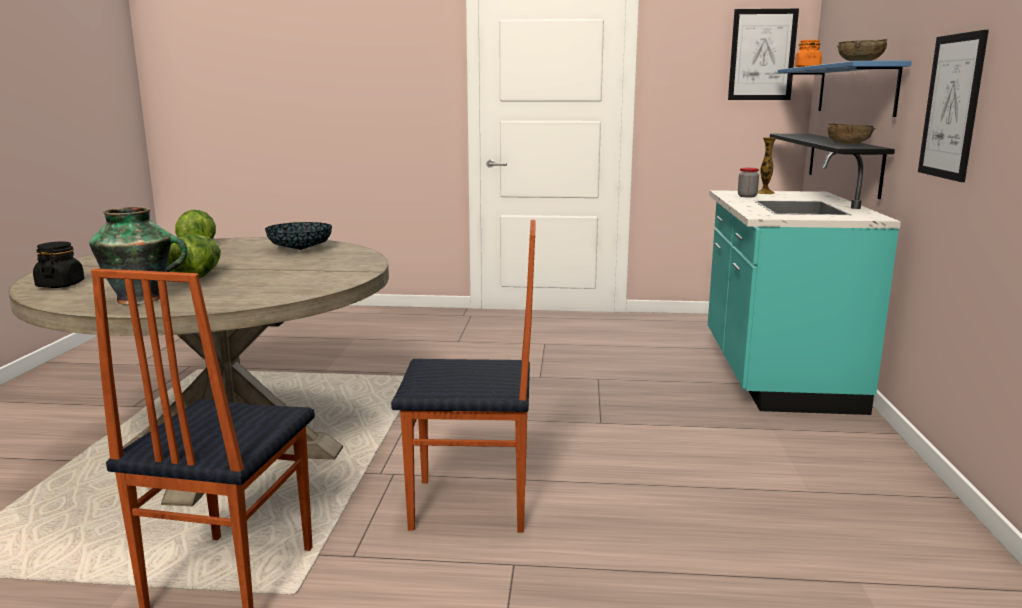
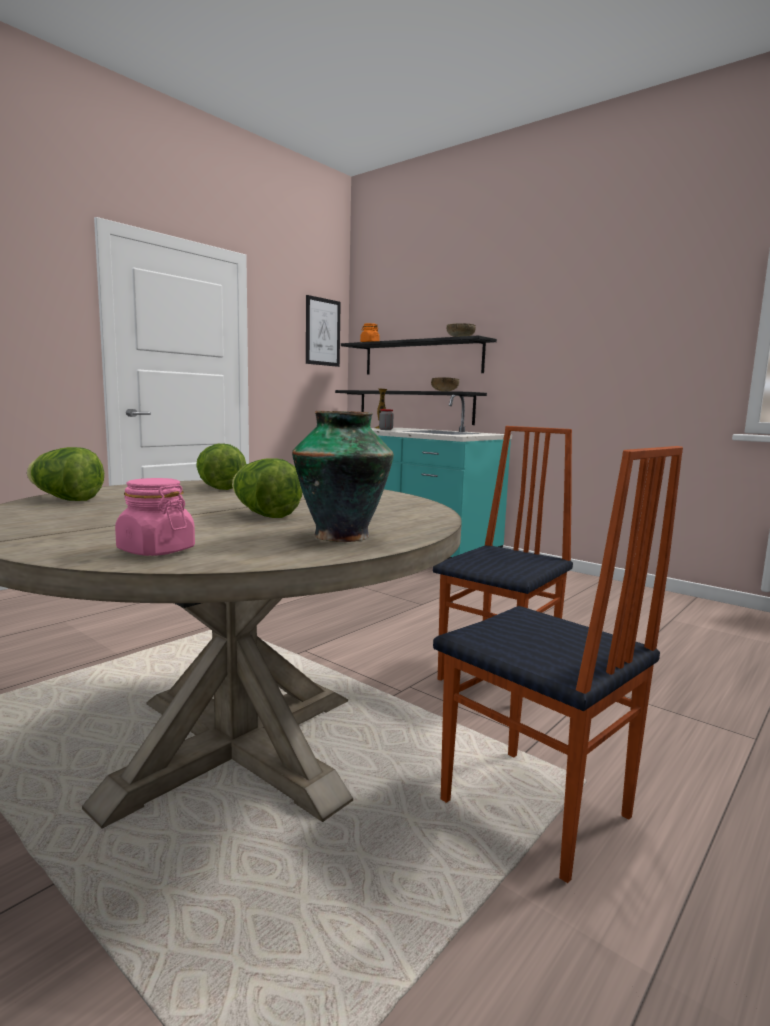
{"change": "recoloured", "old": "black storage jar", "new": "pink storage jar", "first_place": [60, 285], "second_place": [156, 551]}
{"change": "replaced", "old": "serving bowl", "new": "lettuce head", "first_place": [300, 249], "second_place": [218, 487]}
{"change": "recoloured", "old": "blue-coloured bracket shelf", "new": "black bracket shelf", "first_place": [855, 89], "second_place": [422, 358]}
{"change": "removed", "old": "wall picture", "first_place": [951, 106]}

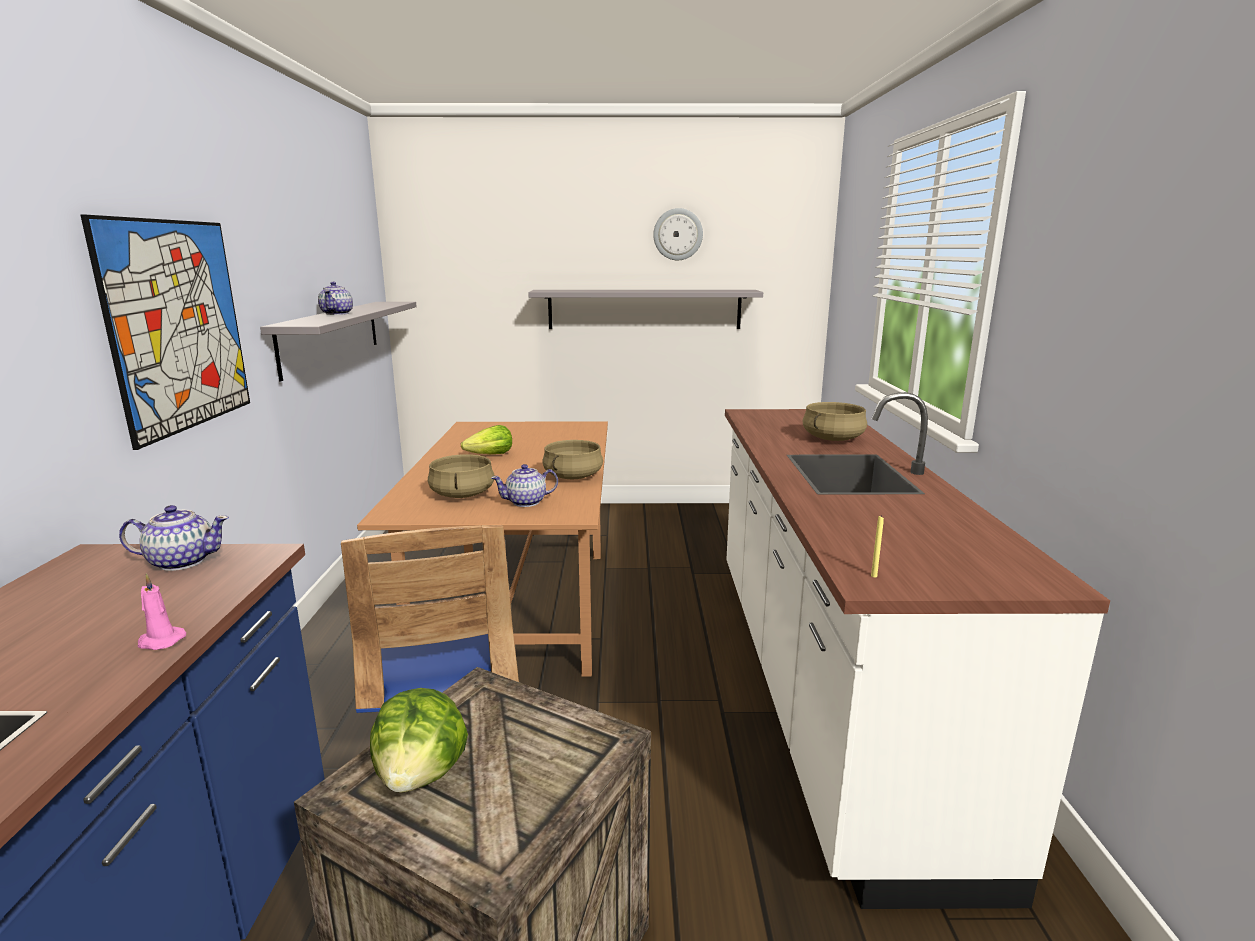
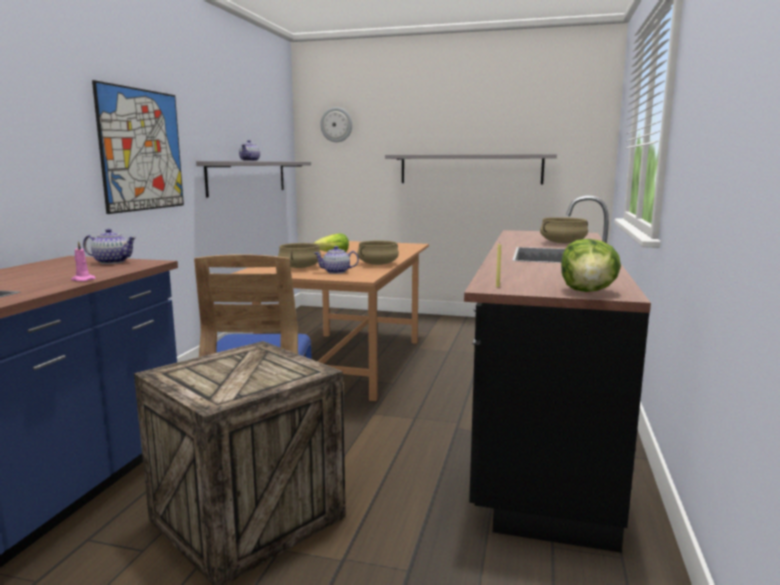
{"change": "moved", "old": "lettuce head", "first_place": [422, 774], "second_place": [588, 291]}
{"change": "moved", "old": "clock on the wall", "first_place": [678, 234], "second_place": [336, 124]}
{"change": "recoloured", "old": "whitish kitchen base unit", "new": "black kitchen base unit", "first_place": [823, 689], "second_place": [540, 426]}

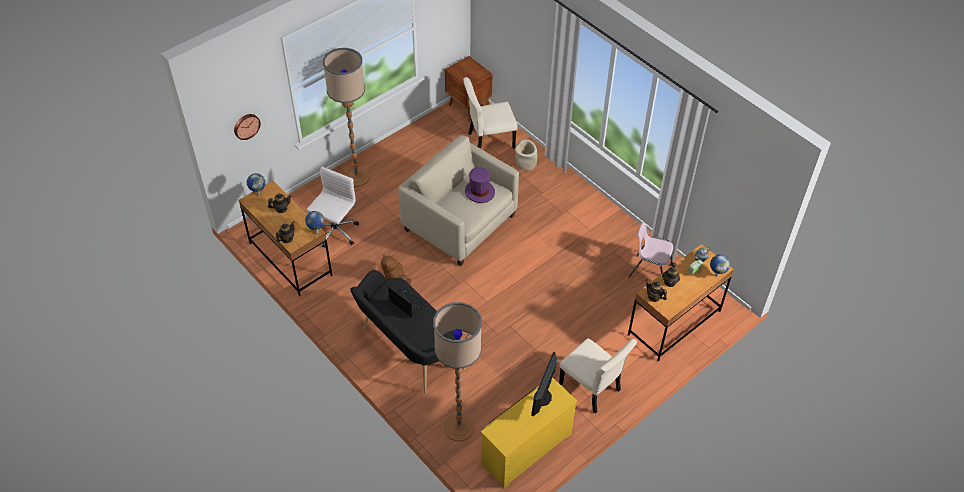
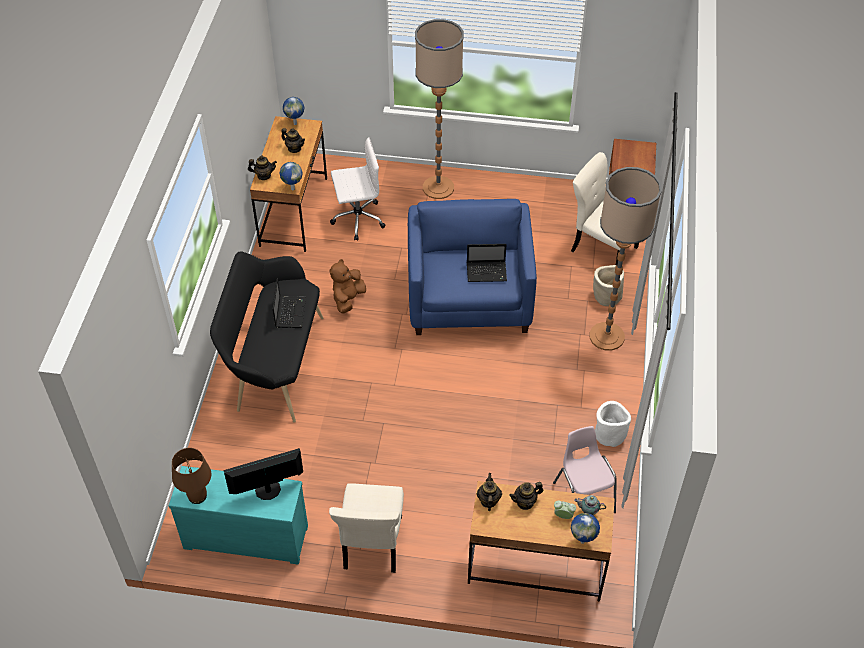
{"change": "removed", "old": "clock on the wall", "first_place": [246, 126]}
{"change": "recoloured", "old": "sand-coloured lounge chair", "new": "blue-coloured lounge chair", "first_place": [460, 223], "second_place": [469, 298]}
{"change": "moved", "old": "standing lamp", "first_place": [459, 427], "second_place": [607, 336]}
{"change": "replaced", "old": "purple-coloured wearable hat", "new": "portable computer", "first_place": [479, 192], "second_place": [487, 272]}
{"change": "recoloured", "old": "yellowish drawer chest", "new": "blue-green drawer chest", "first_place": [524, 447], "second_place": [246, 534]}
{"change": "added", "new": "brownish lamp for a table", "second_place": [197, 496]}
{"change": "added", "new": "whitish plant pot", "second_place": [610, 434]}

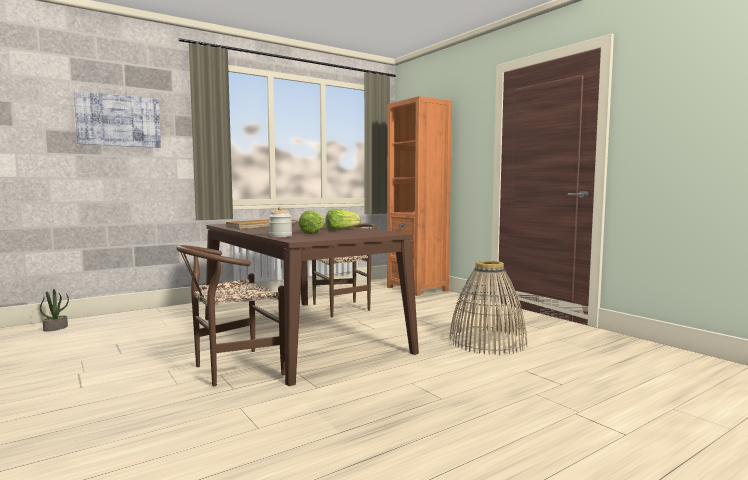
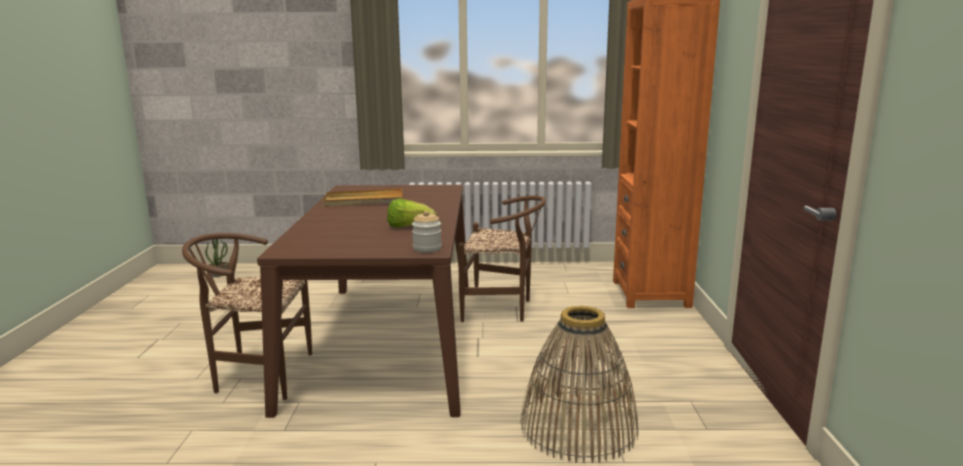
{"change": "removed", "old": "wall picture", "first_place": [119, 120]}
{"change": "moved", "old": "storage jar", "first_place": [280, 236], "second_place": [427, 248]}
{"change": "removed", "old": "lettuce head", "first_place": [312, 233]}

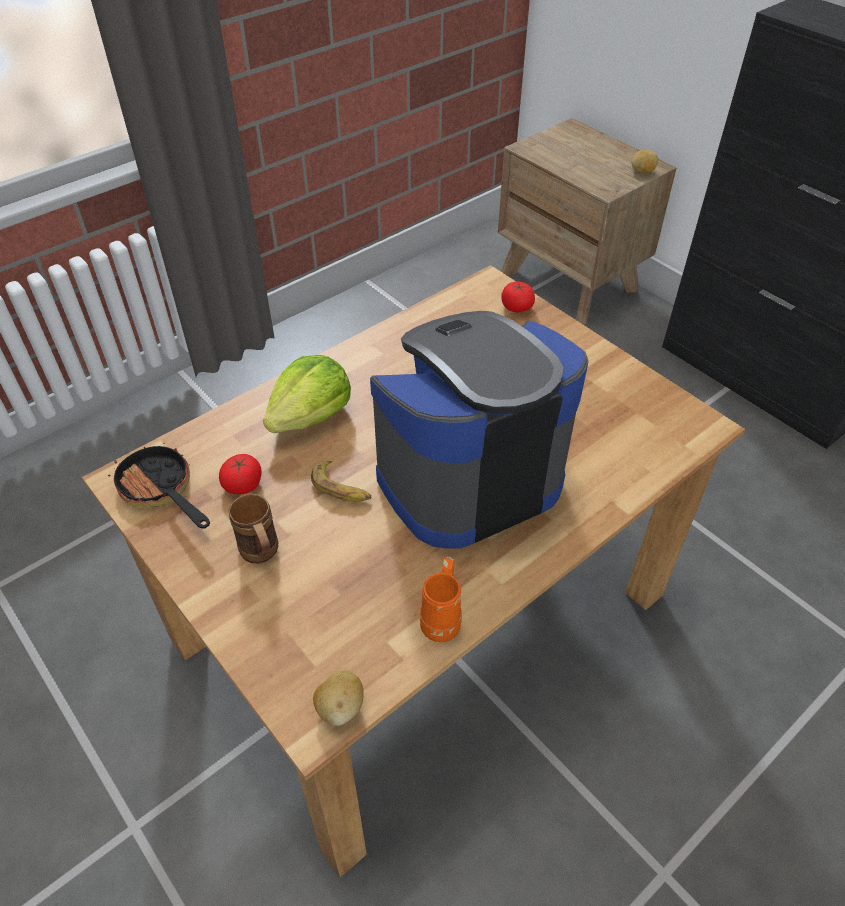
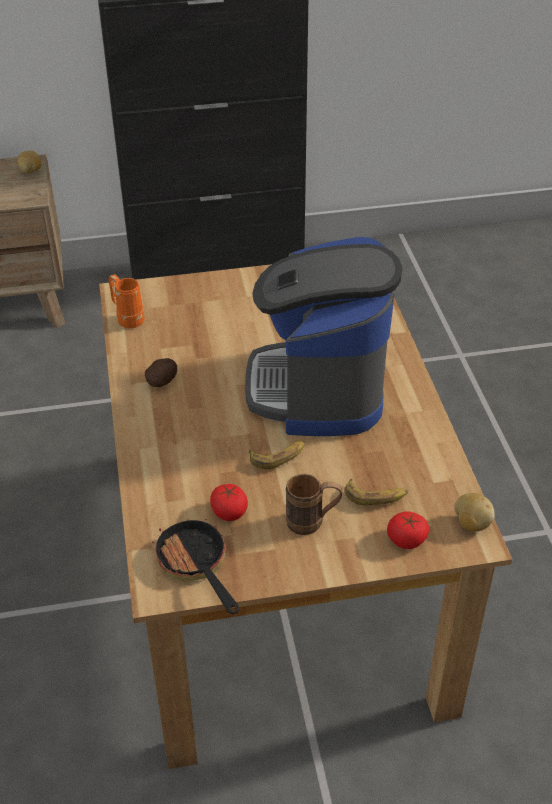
{"change": "turned", "old": "frying pan", "first_place": [161, 491], "second_place": [196, 565], "degrees": 75}
{"change": "removed", "old": "lettuce head", "first_place": [311, 416]}
{"change": "moved", "old": "orange-coloured tea mug", "first_place": [442, 617], "second_place": [127, 318]}
{"change": "moved", "old": "fresh tomato", "first_place": [516, 307], "second_place": [406, 539]}
{"change": "added", "new": "whole potato", "second_place": [163, 381]}
{"change": "added", "new": "banana fruit", "second_place": [375, 496]}

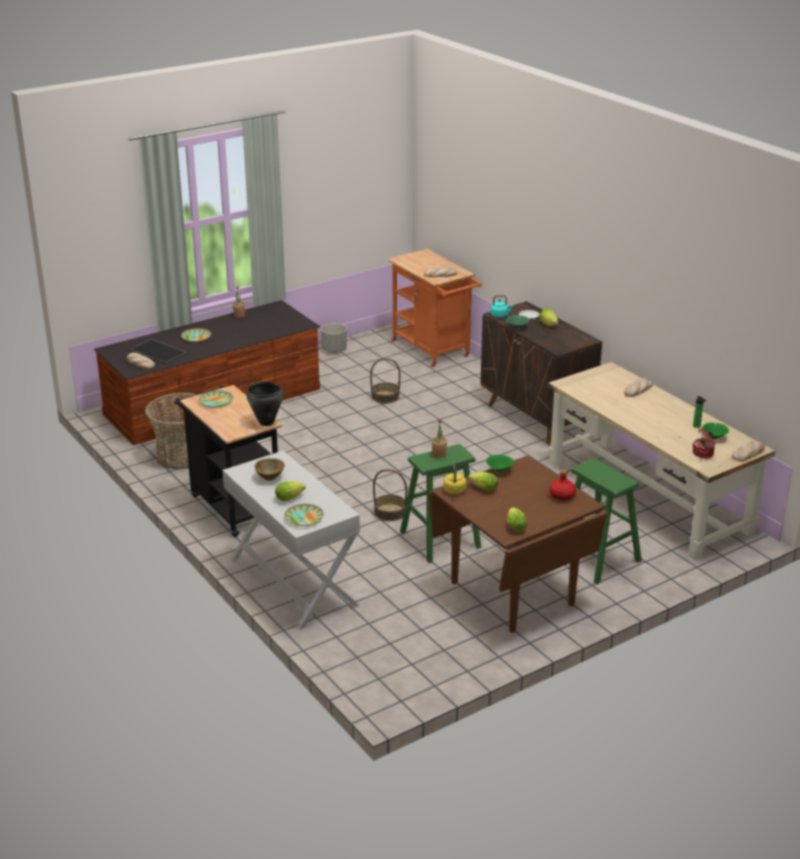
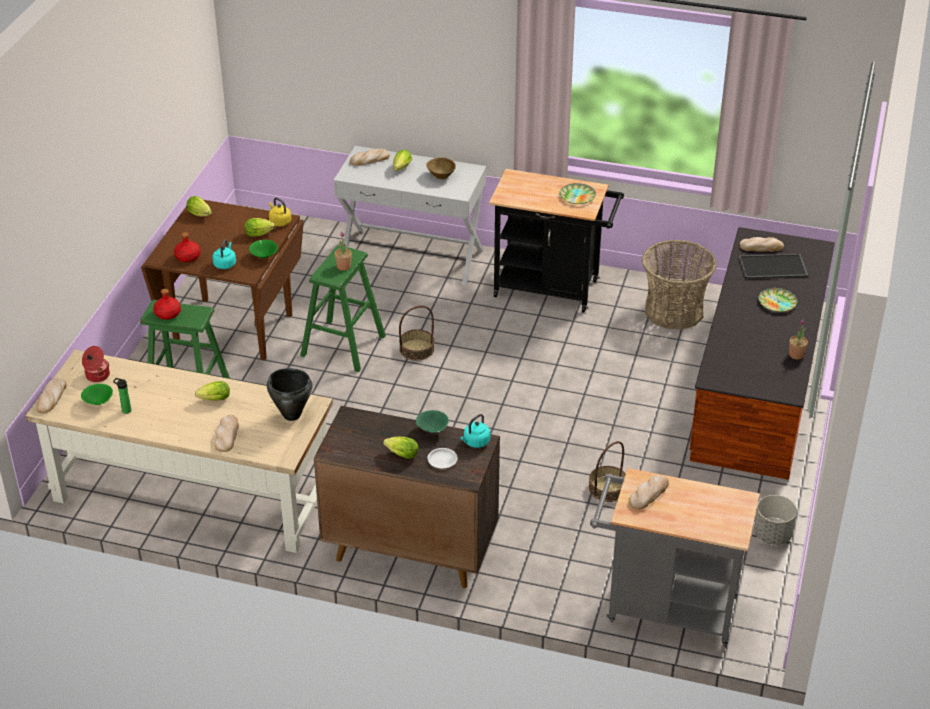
{"change": "moved", "old": "black cooking pot", "first_place": [266, 422], "second_place": [291, 415]}
{"change": "replaced", "old": "dinner plate", "new": "baked bread", "first_place": [303, 518], "second_place": [369, 159]}
{"change": "recoloured", "old": "orange-coloured wheeled cart", "new": "gray wheeled cart", "first_place": [433, 350], "second_place": [664, 608]}
{"change": "added", "new": "red beverage bottle", "second_place": [168, 313]}
{"change": "added", "new": "lettuce head", "second_place": [213, 399]}
{"change": "added", "new": "blue-green tea kettle", "second_place": [225, 264]}

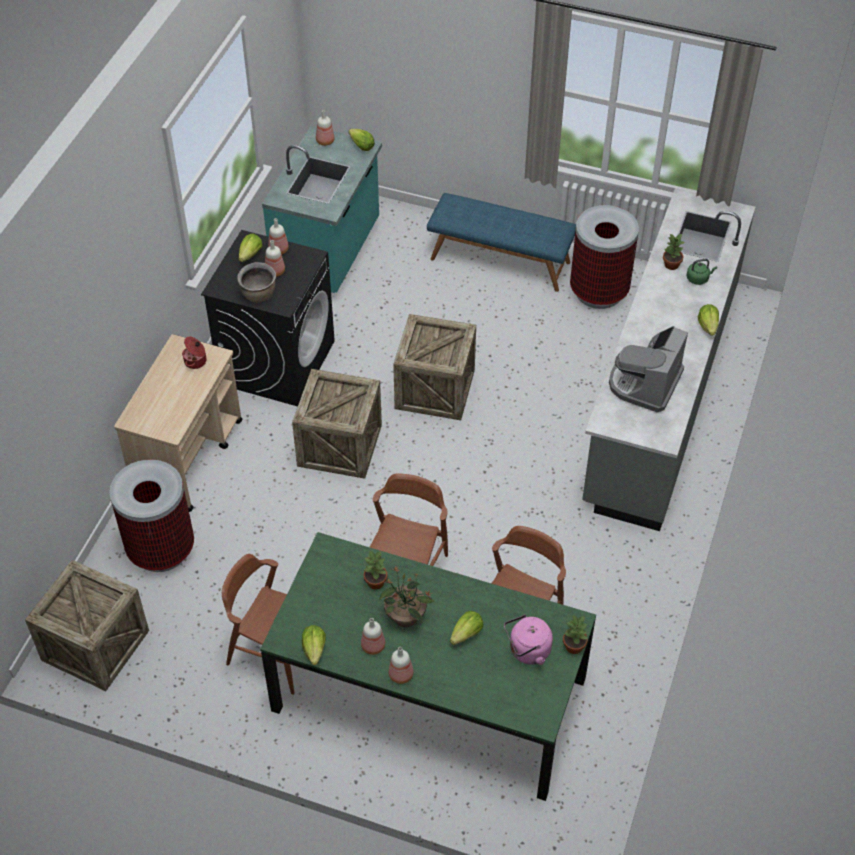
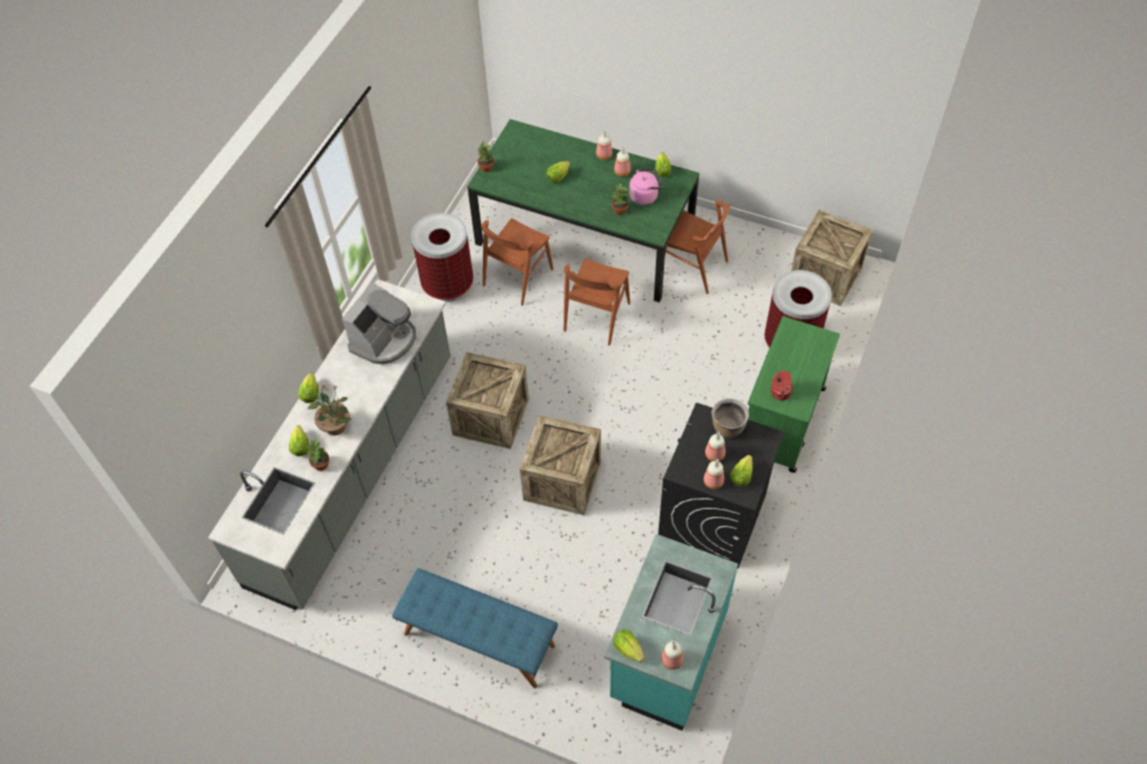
{"change": "recoloured", "old": "sand-coloured wheeled cart", "new": "greenish wheeled cart", "first_place": [188, 456], "second_place": [782, 422]}
{"change": "moved", "old": "crate", "first_place": [339, 445], "second_place": [491, 417]}
{"change": "moved", "old": "potted plant", "first_place": [406, 617], "second_place": [335, 426]}
{"change": "moved", "old": "pink tea kettle", "first_place": [527, 651], "second_place": [645, 196]}
{"change": "moved", "old": "waste bin", "first_place": [599, 292], "second_place": [447, 285]}
{"change": "replaced", "old": "greenish tea kettle", "new": "lettuce head", "first_place": [698, 278], "second_place": [300, 447]}

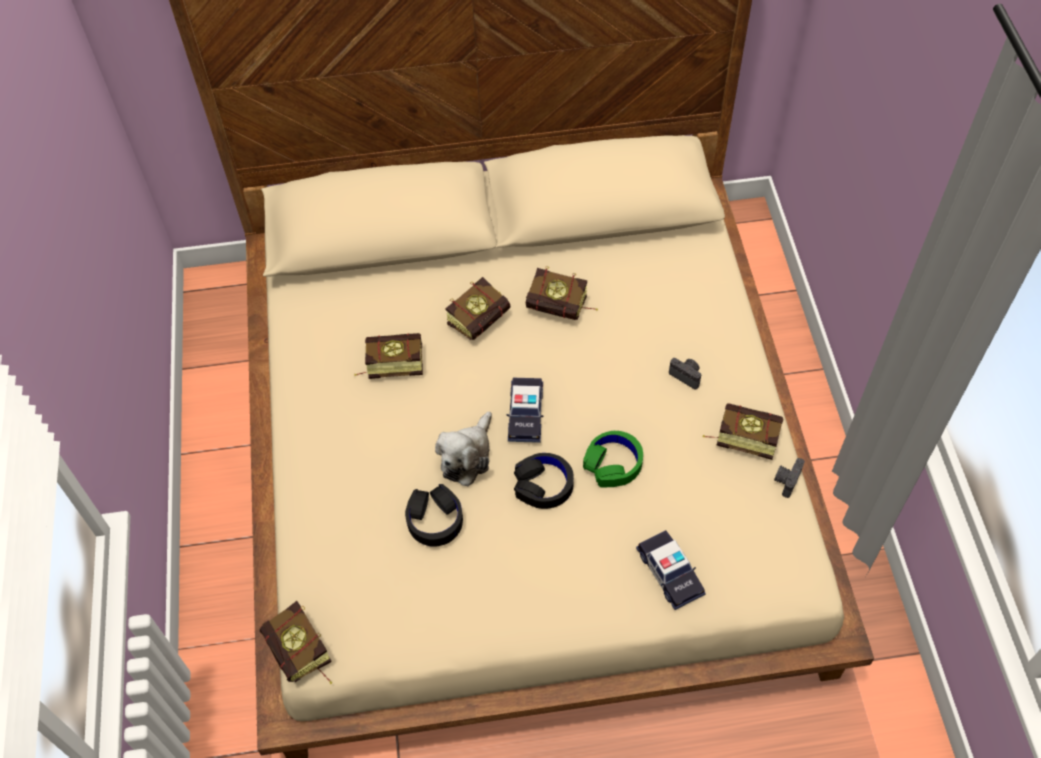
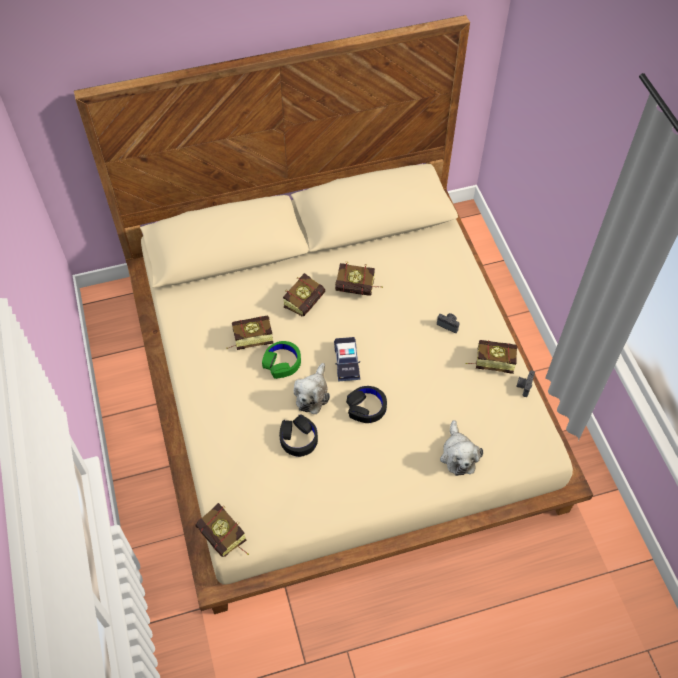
{"change": "moved", "old": "greenish headphones", "first_place": [613, 463], "second_place": [282, 362]}
{"change": "replaced", "old": "toy car", "new": "cuddly toy", "first_place": [669, 573], "second_place": [458, 455]}

